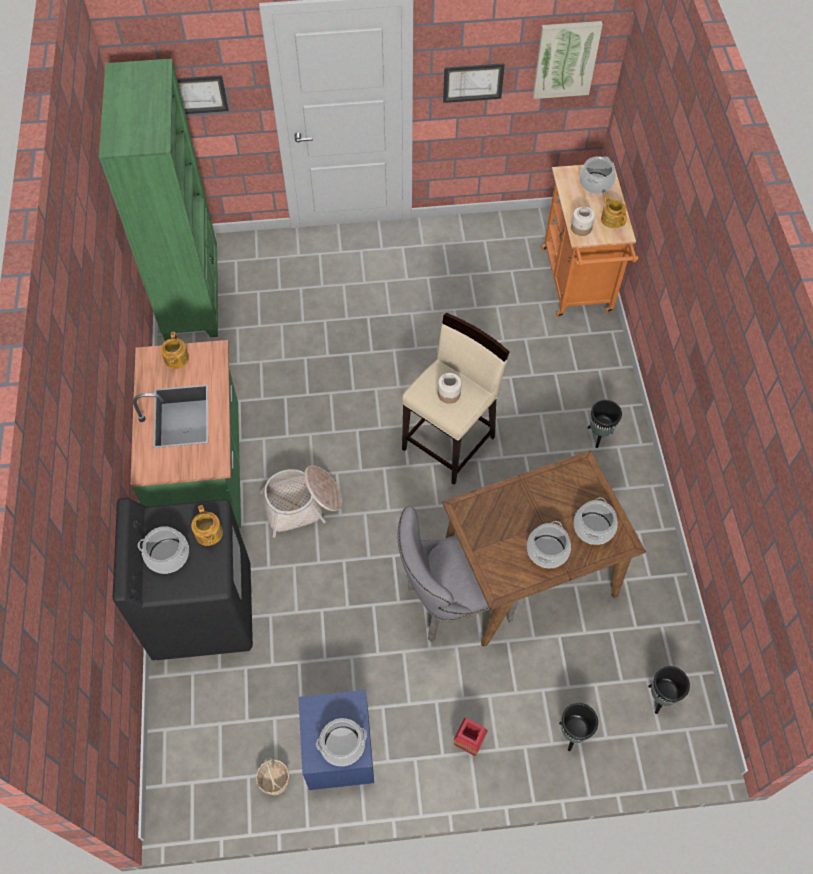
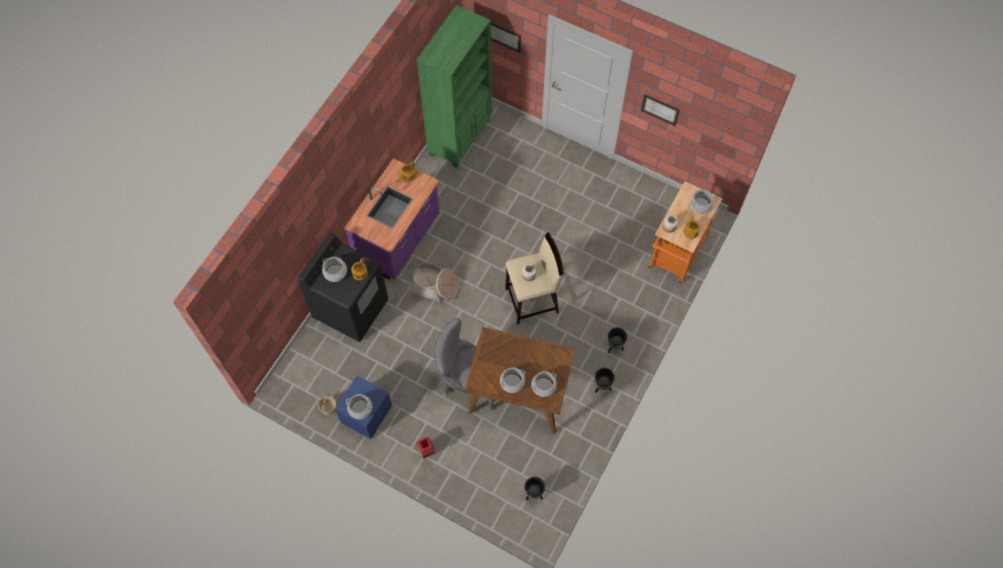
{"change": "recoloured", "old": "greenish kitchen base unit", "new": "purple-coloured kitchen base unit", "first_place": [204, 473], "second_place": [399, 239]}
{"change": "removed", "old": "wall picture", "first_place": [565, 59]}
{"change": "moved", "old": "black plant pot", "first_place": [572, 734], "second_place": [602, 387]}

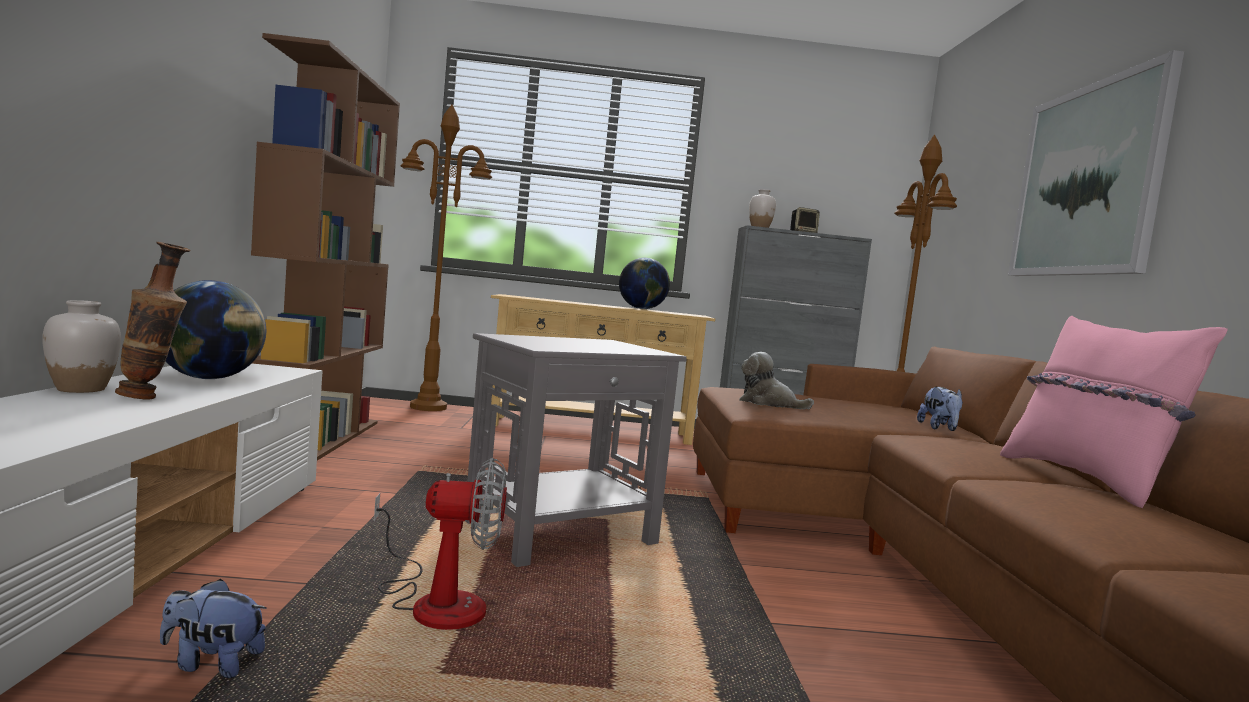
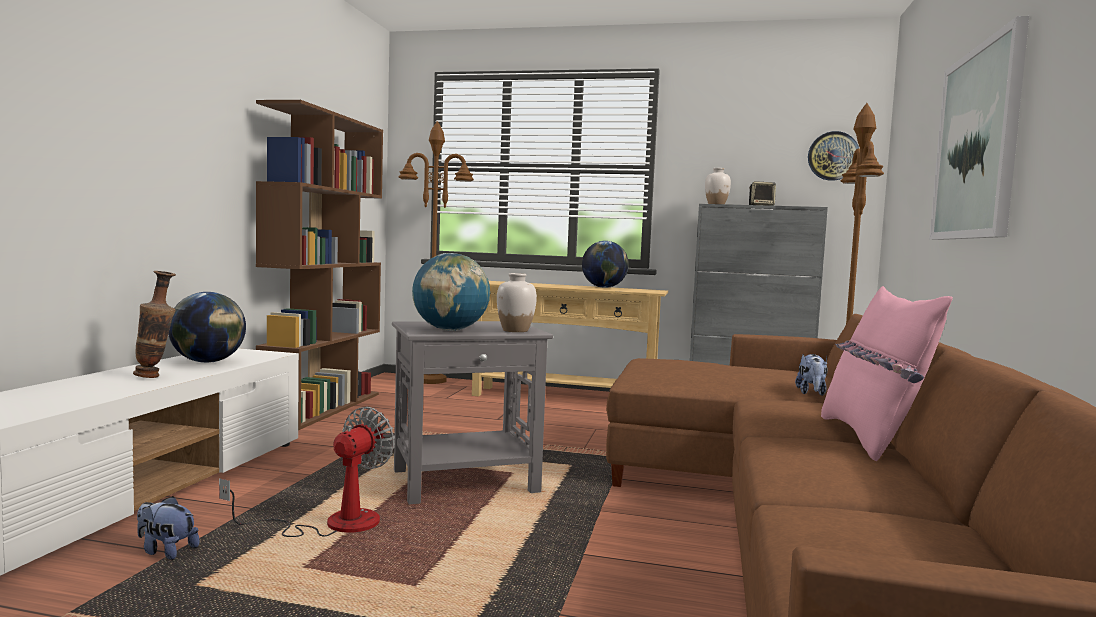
{"change": "moved", "old": "whitish decorative vase", "first_place": [80, 389], "second_place": [515, 330]}
{"change": "turned", "old": "fan", "first_place": [436, 601], "second_place": [332, 524], "degrees": -75}
{"change": "removed", "old": "cuddly toy", "first_place": [768, 403]}
{"change": "added", "new": "world globe", "second_place": [450, 330]}
{"change": "added", "new": "clock on the wall", "second_place": [833, 156]}

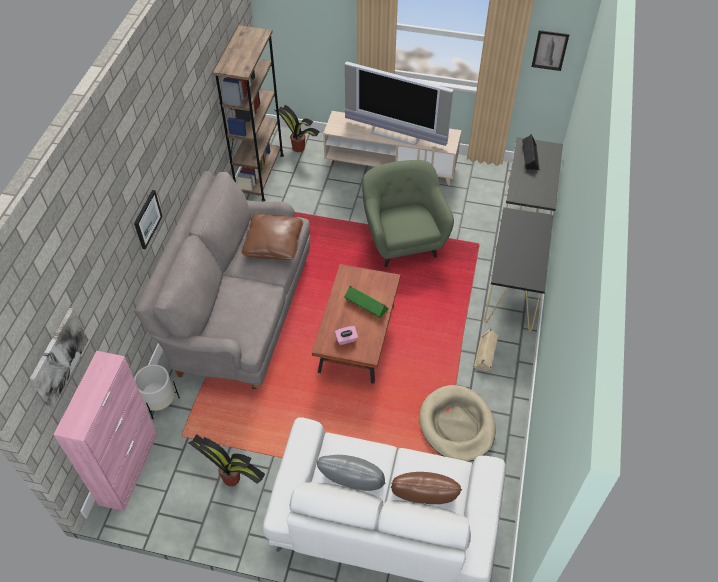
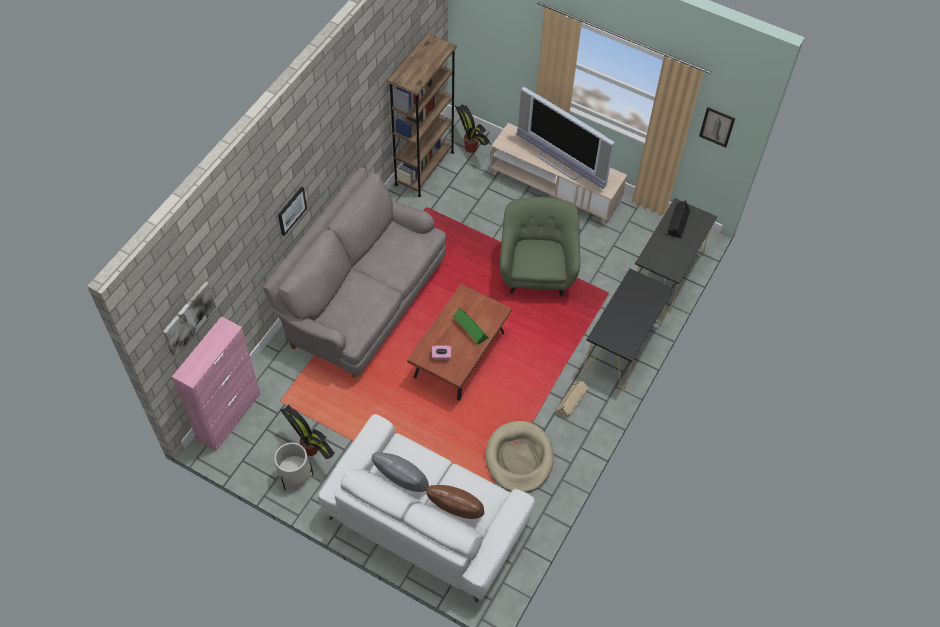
{"change": "moved", "old": "whitish plant pot", "first_place": [160, 402], "second_place": [295, 475]}
{"change": "removed", "old": "brownish throw pillow", "first_place": [274, 244]}

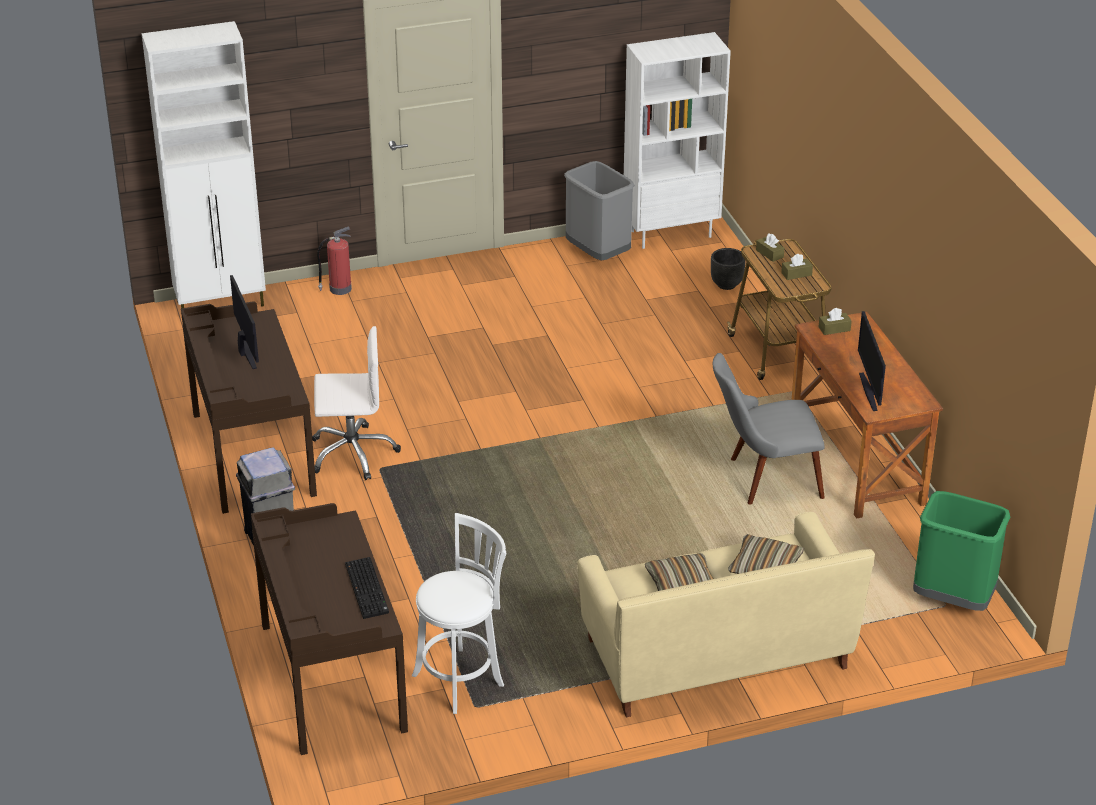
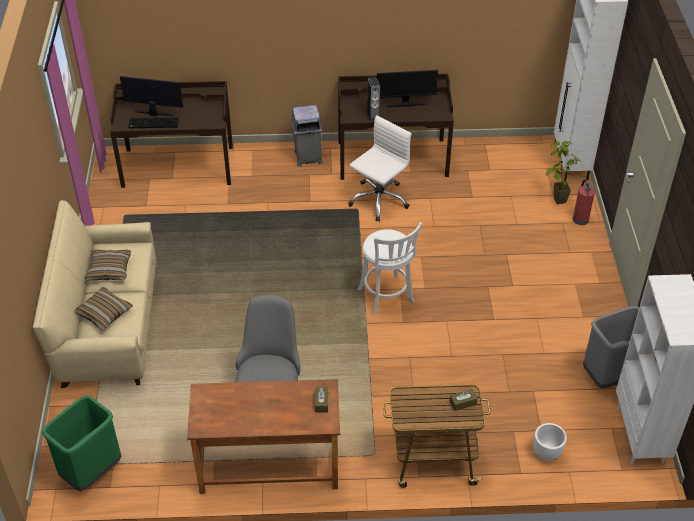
{"change": "turned", "old": "whitish computer chair", "first_place": [352, 453], "second_place": [378, 200], "degrees": -150}
{"change": "moved", "old": "whitish stool", "first_place": [462, 678], "second_place": [387, 297]}
{"change": "recoloured", "old": "black plant pot", "new": "whitish plant pot", "first_place": [726, 285], "second_place": [546, 452]}
{"change": "removed", "old": "brownish box of tissues", "first_place": [796, 274]}
{"change": "moved", "old": "computer screen", "first_place": [870, 392], "second_place": [154, 114]}
{"change": "added", "new": "speaker", "second_place": [373, 115]}
{"change": "added", "new": "potted plant", "second_place": [554, 200]}

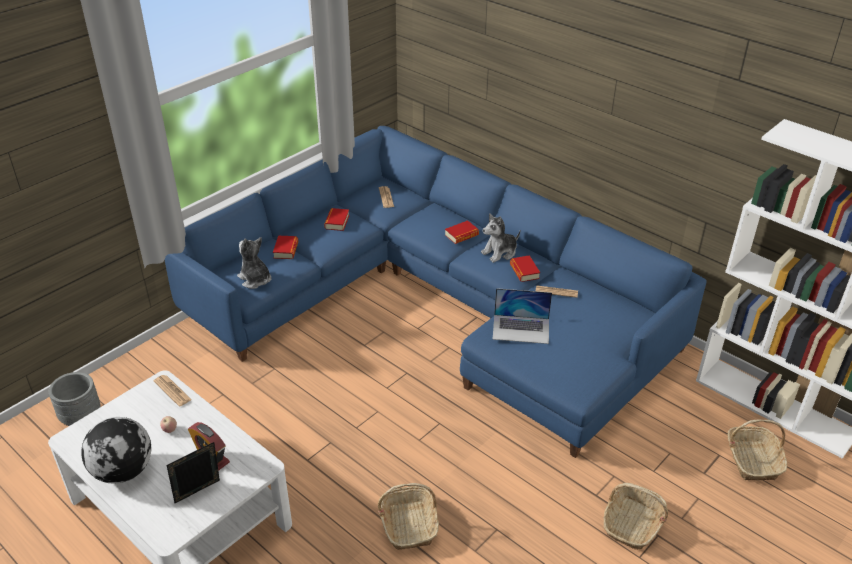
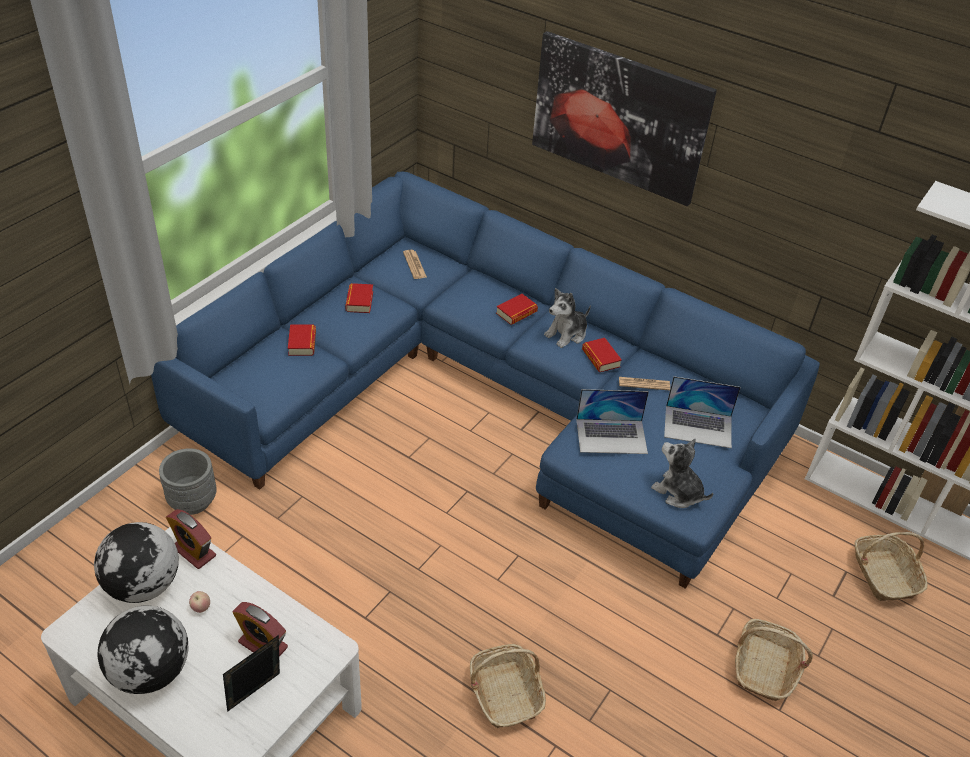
{"change": "moved", "old": "gray plant pot", "first_place": [81, 417], "second_place": [192, 501]}
{"change": "replaced", "old": "newspaper", "new": "table clock", "first_place": [172, 391], "second_place": [194, 552]}
{"change": "moved", "old": "cuddly toy", "first_place": [255, 280], "second_place": [678, 492]}
{"change": "added", "new": "world globe", "second_place": [143, 586]}
{"change": "added", "new": "wall picture", "second_place": [619, 117]}
{"change": "added", "new": "portable computer", "second_place": [698, 426]}

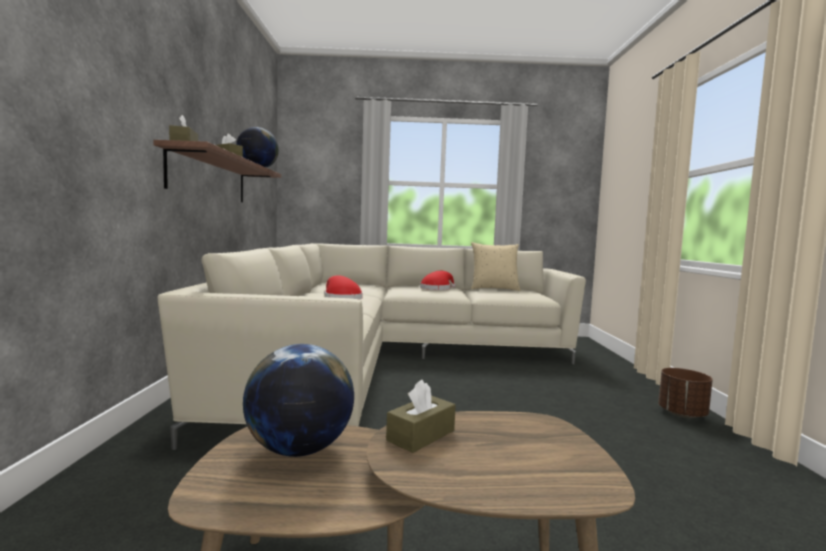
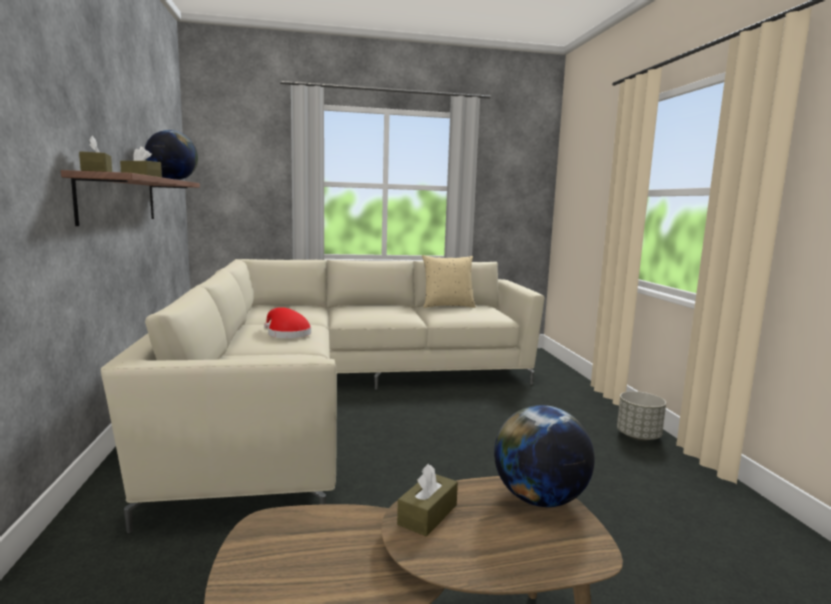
{"change": "moved", "old": "world globe", "first_place": [299, 450], "second_place": [539, 499]}
{"change": "removed", "old": "red wearable hat", "first_place": [437, 289]}
{"change": "recoloured", "old": "brownish plant pot", "new": "gray plant pot", "first_place": [681, 414], "second_place": [638, 436]}

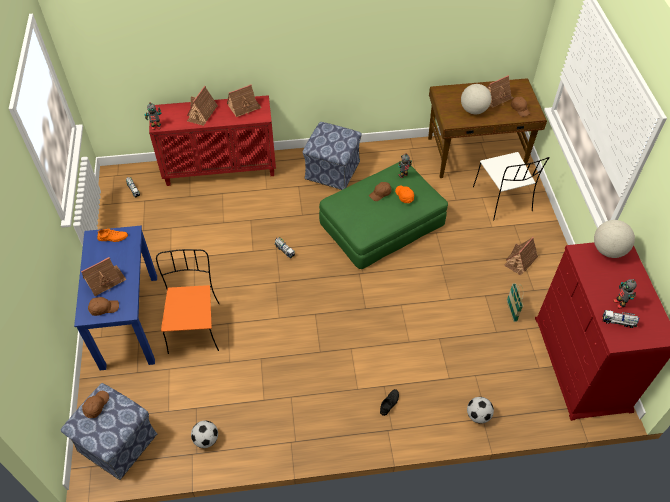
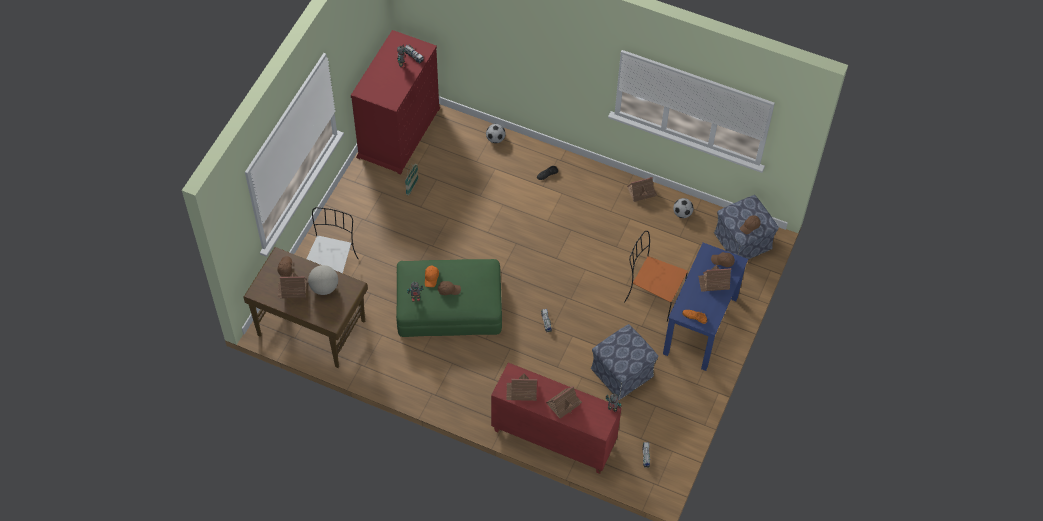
{"change": "turned", "old": "orange-coloured chair", "first_place": [194, 326], "second_place": [652, 295], "degrees": 90}
{"change": "moved", "old": "pouffe", "first_place": [332, 171], "second_place": [622, 372]}
{"change": "moved", "old": "miniature house", "first_place": [520, 261], "second_place": [641, 192]}
{"change": "removed", "old": "world globe", "first_place": [608, 250]}

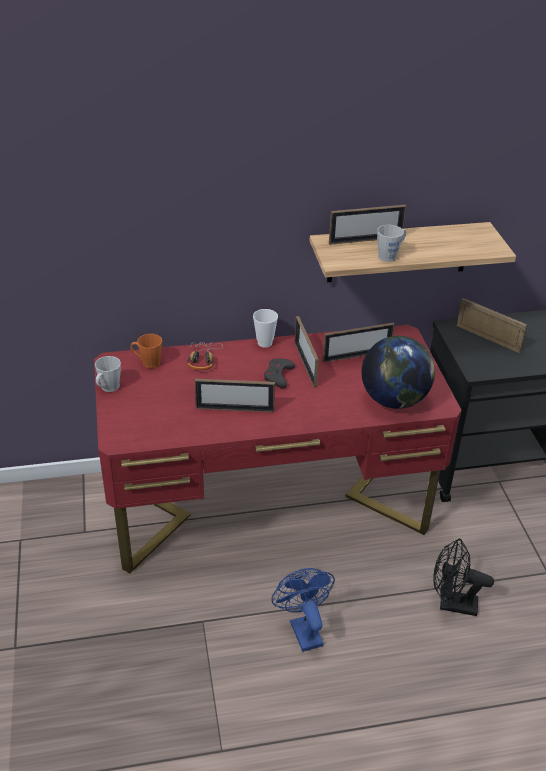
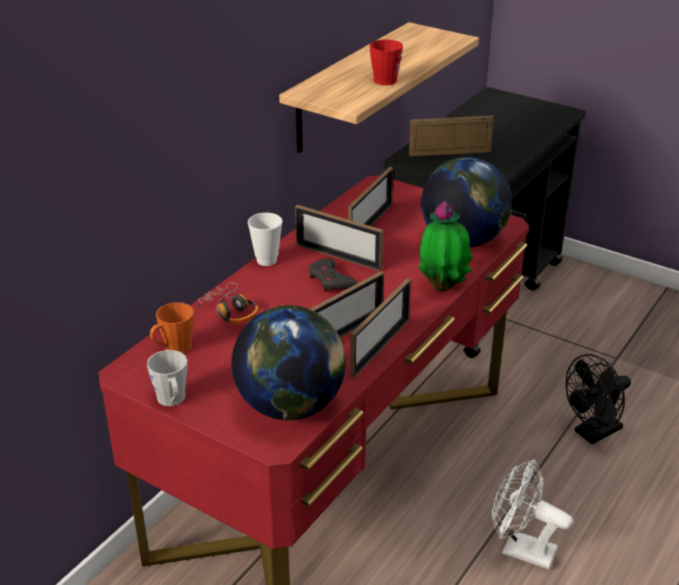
{"change": "recoloured", "old": "blue-coloured fan", "new": "whitish fan", "first_place": [303, 628], "second_place": [520, 550]}
{"change": "moved", "old": "standing frame", "first_place": [365, 240], "second_place": [380, 347]}
{"change": "recoloured", "old": "gray tea mug", "new": "red tea mug", "first_place": [390, 255], "second_place": [385, 78]}
{"change": "added", "new": "world globe", "second_place": [290, 407]}
{"change": "added", "new": "potted plant", "second_place": [443, 287]}

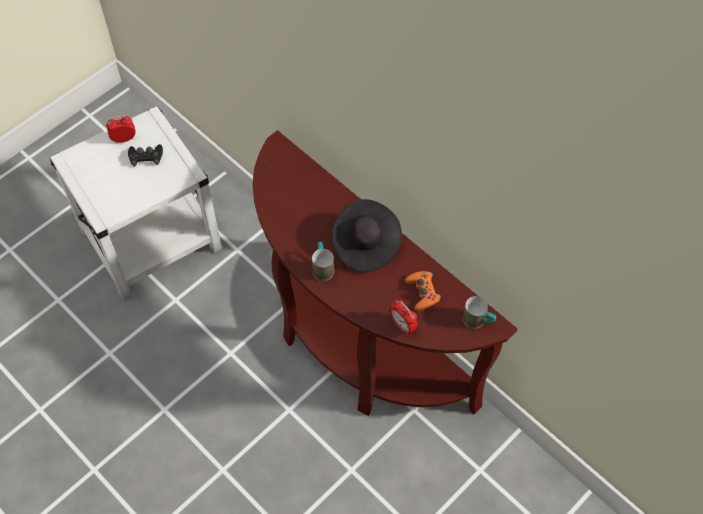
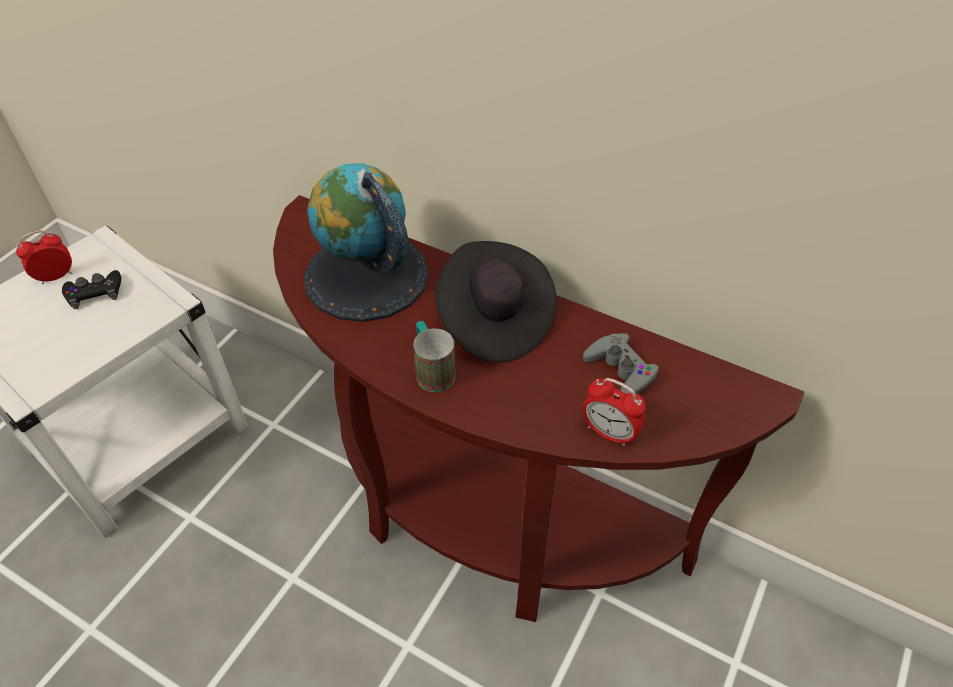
{"change": "recoloured", "old": "orange-coloured joypad", "new": "gray joypad", "first_place": [422, 292], "second_place": [620, 371]}
{"change": "removed", "old": "tea mug", "first_place": [478, 321]}
{"change": "added", "new": "world globe", "second_place": [366, 276]}

